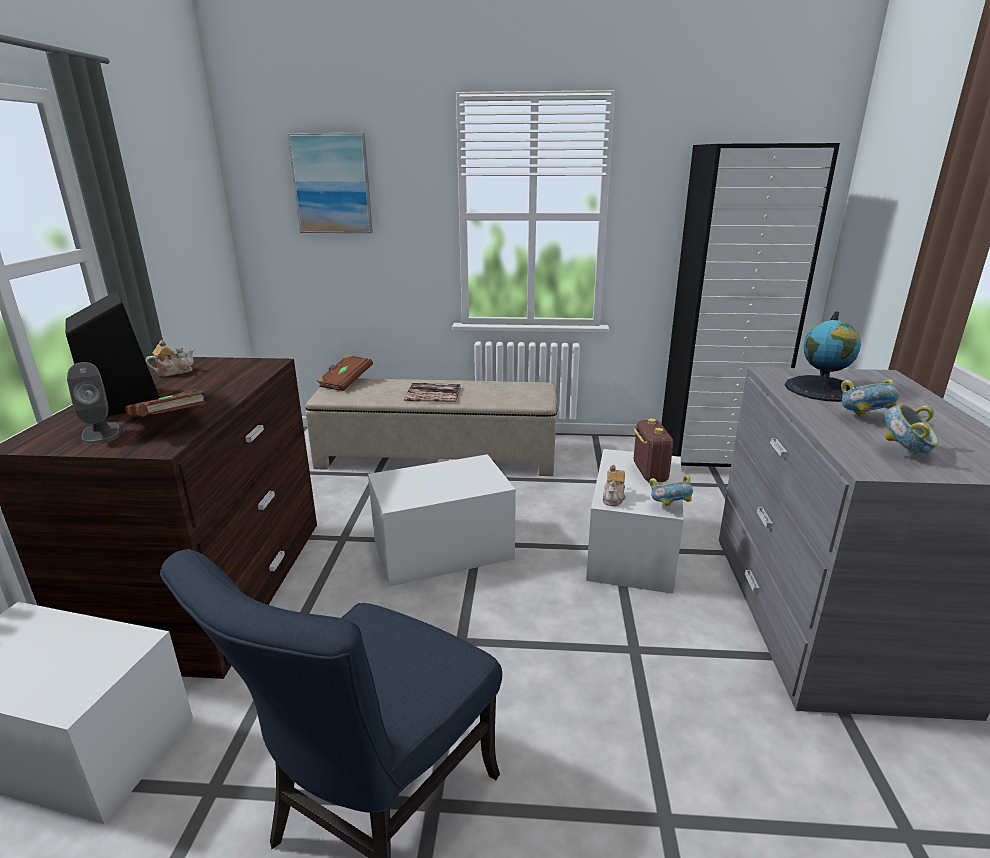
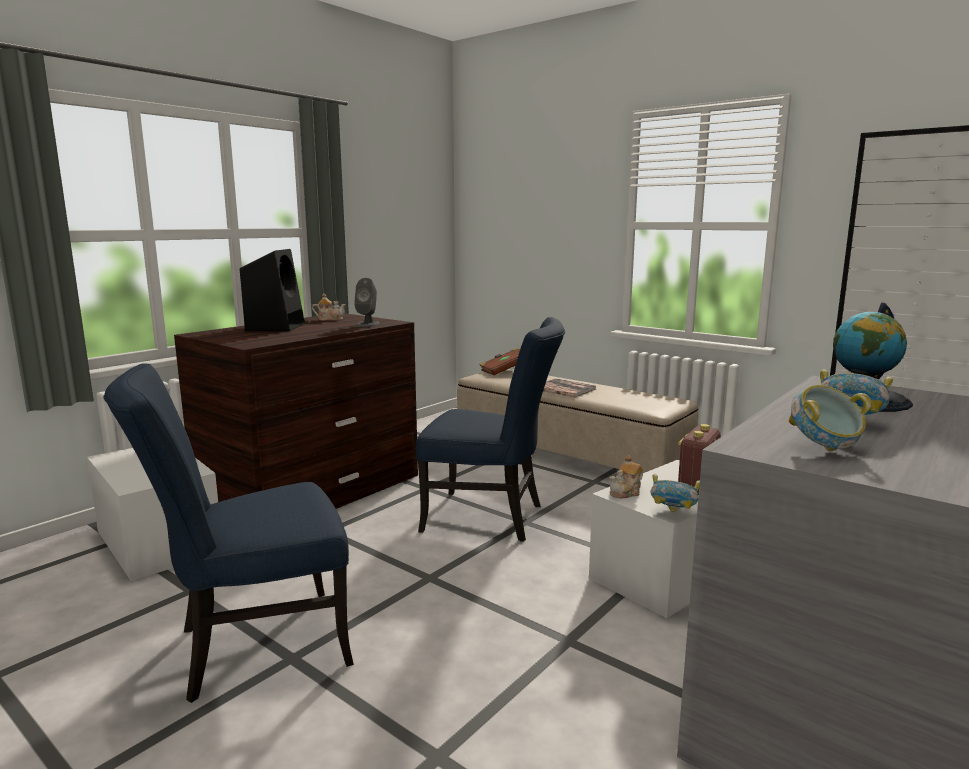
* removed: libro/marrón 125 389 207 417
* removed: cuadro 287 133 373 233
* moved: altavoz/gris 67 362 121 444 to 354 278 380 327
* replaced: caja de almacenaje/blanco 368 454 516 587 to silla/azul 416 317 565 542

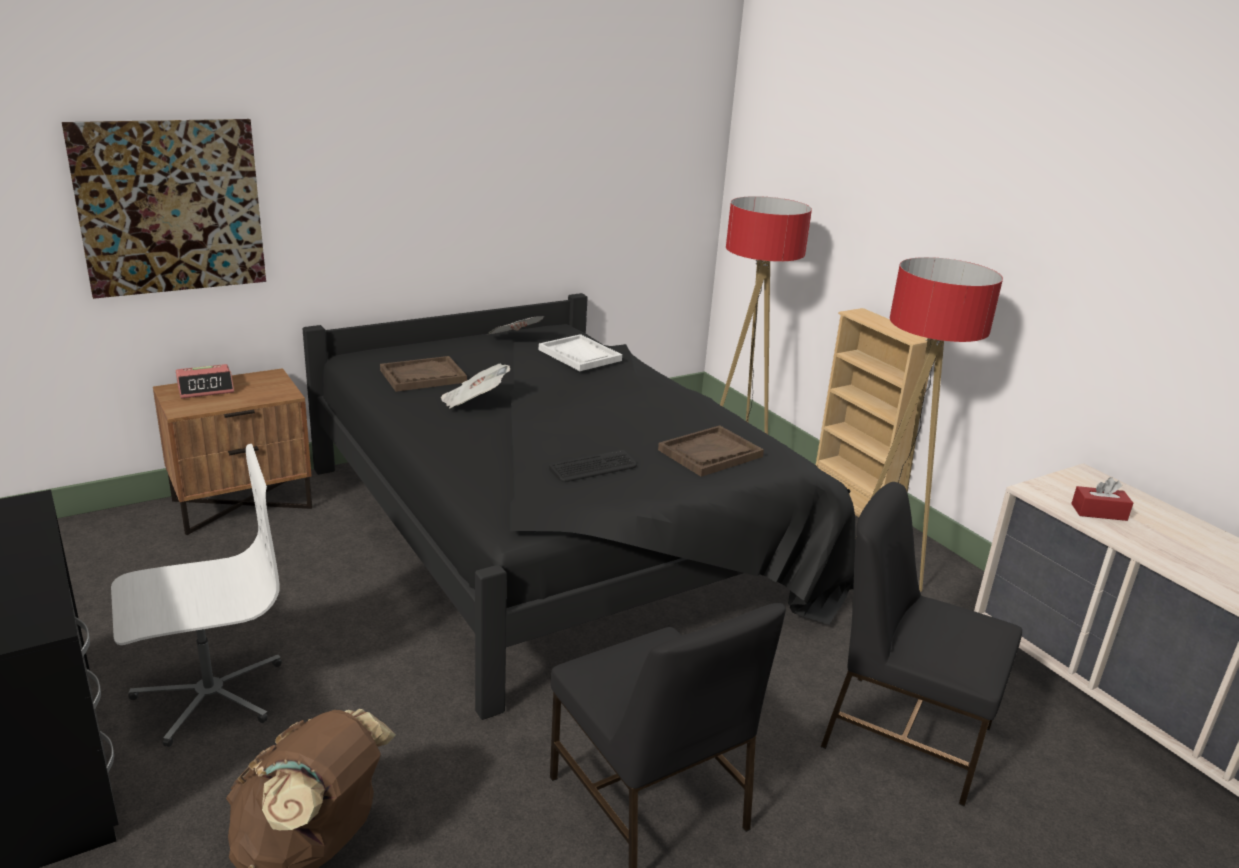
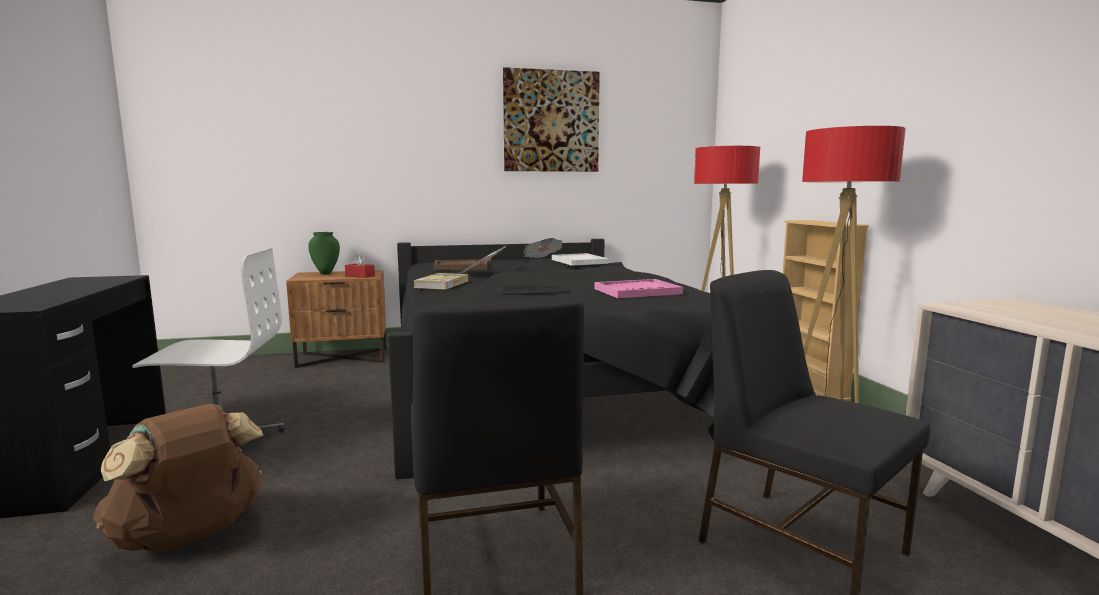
* added: libro 413 273 468 290
* moved: cuadro 62 119 266 299 to 503 67 600 172
* moved: caja de pañuelos/rojo 1071 477 1133 521 to 345 254 375 278
* replaced: despertador 176 364 234 399 to florero/verde 308 232 340 275
* recoloured: bandeja/marrón 658 425 764 477 to bandeja/rosa 594 279 683 298

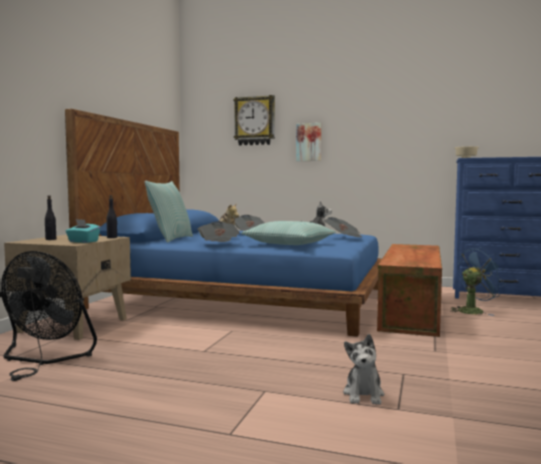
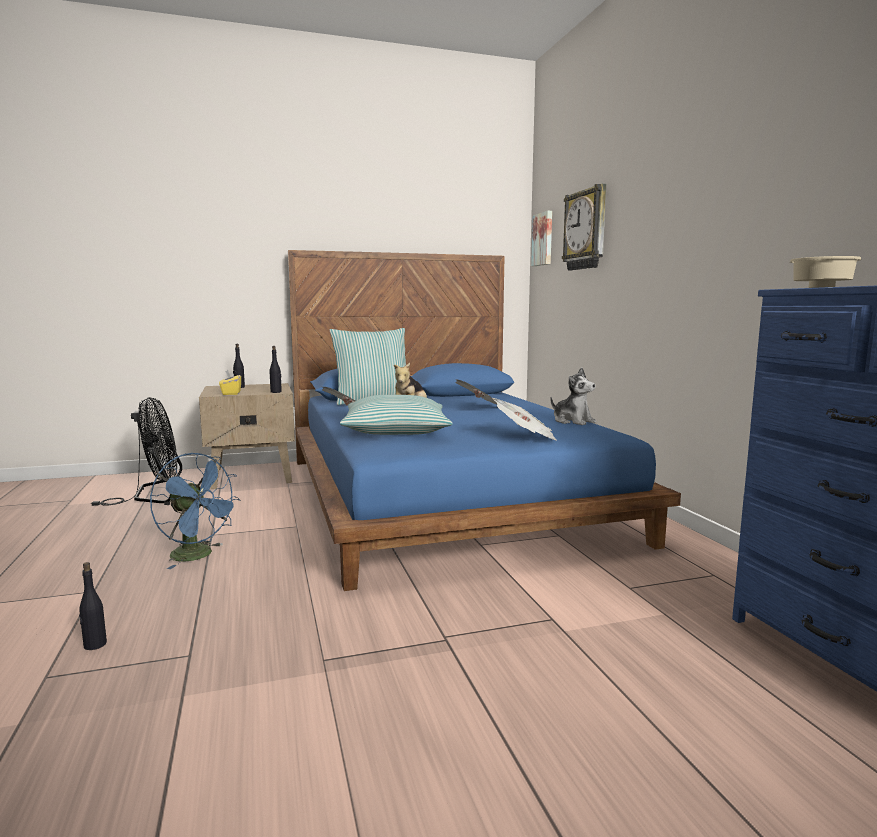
* removed: banco/marrón 377 244 442 337
* moved: cuadro 296 123 321 161 to 531 211 552 266
* moved: ventilador/azul 450 247 506 316 to 150 453 241 569
* replaced: peluche 343 334 384 405 to botella/negro 79 562 107 650
* recoloured: caja de pañuelos/turquesa 66 219 100 243 to caja de pañuelos/amarillo 219 370 241 395

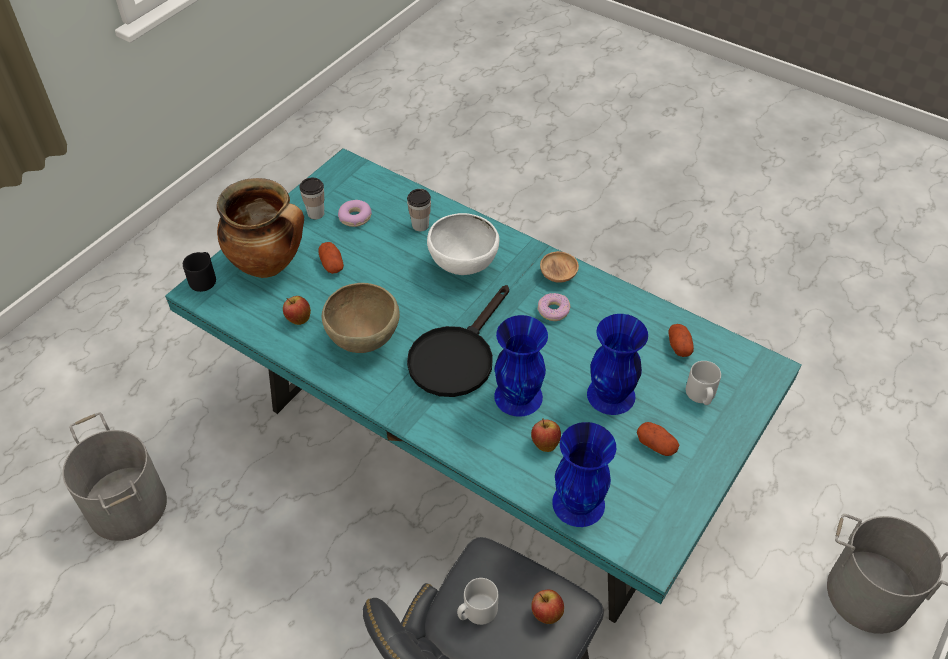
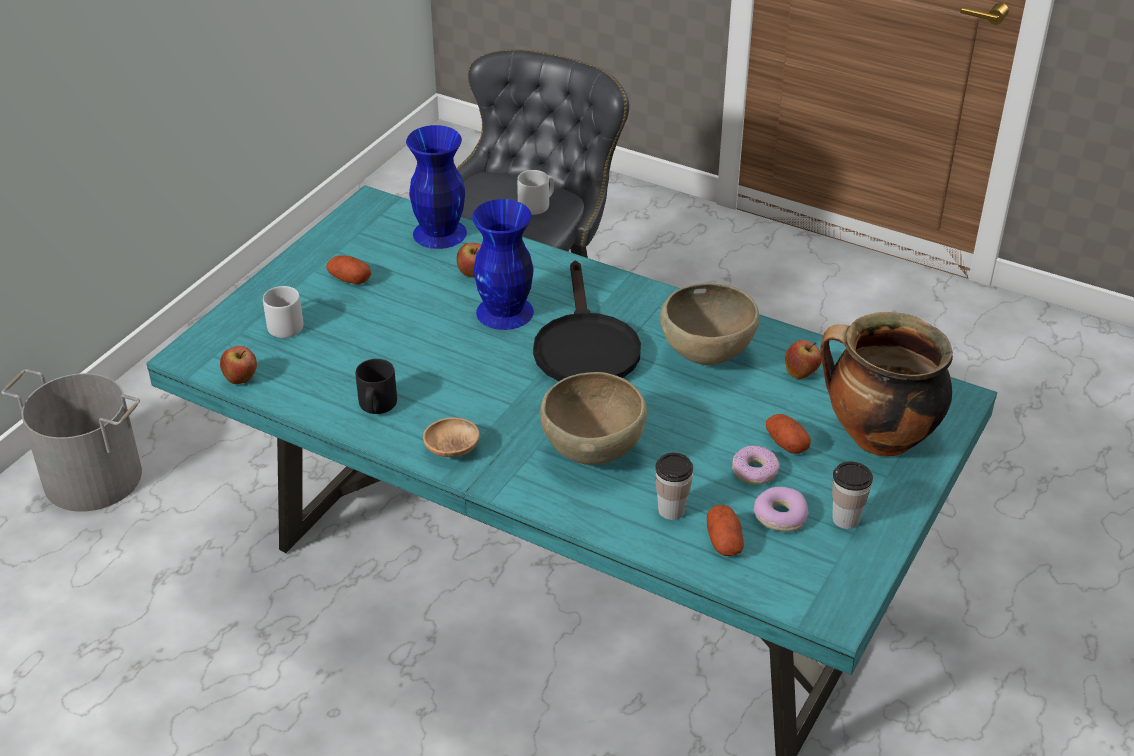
* removed: cubo/gris 62 412 167 541
* removed: florero/azul 587 314 648 415
* moved: taza grande/negro 183 252 216 292 to 356 359 397 414
* moved: manzana 531 590 564 624 to 220 346 257 384
* moved: rosquilla 538 293 570 321 to 732 446 780 484
* moved: patata 669 324 694 357 to 707 505 744 556
* recoloured: cuenco/blanco 427 213 499 275 to cuenco/marrón 540 372 647 465
* turned: sartén/negro 407 285 509 397 = 533 261 641 381 150 degrees clockwise

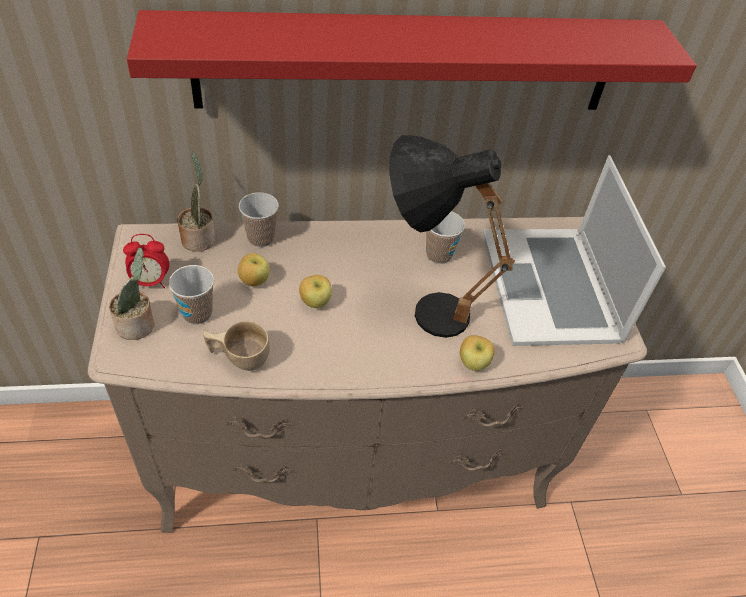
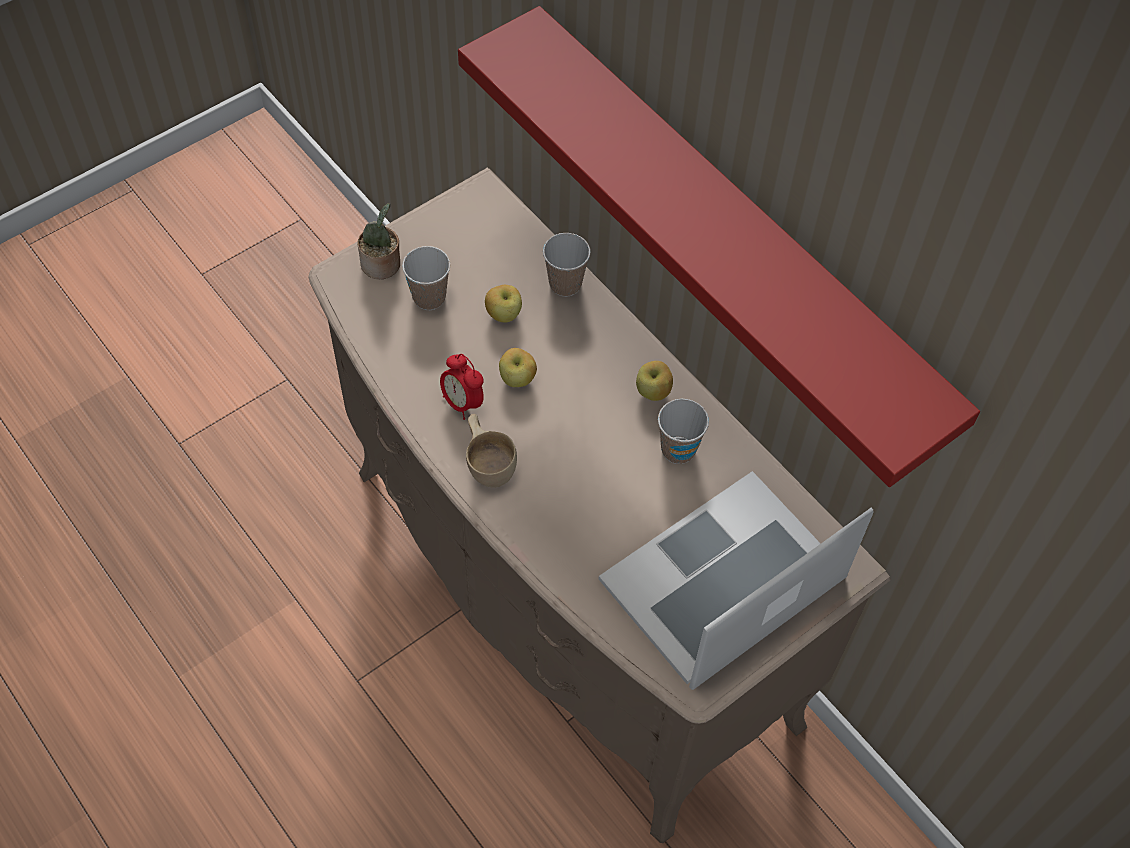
* removed: planta en maceta 177 152 215 252
* removed: lámpara de mesa/negro 389 135 515 338
* moved: despertador 123 234 169 288 to 440 354 484 420
* moved: taza/beis 203 321 270 371 to 466 414 517 488
* moved: manzana 460 335 495 371 to 636 361 673 401

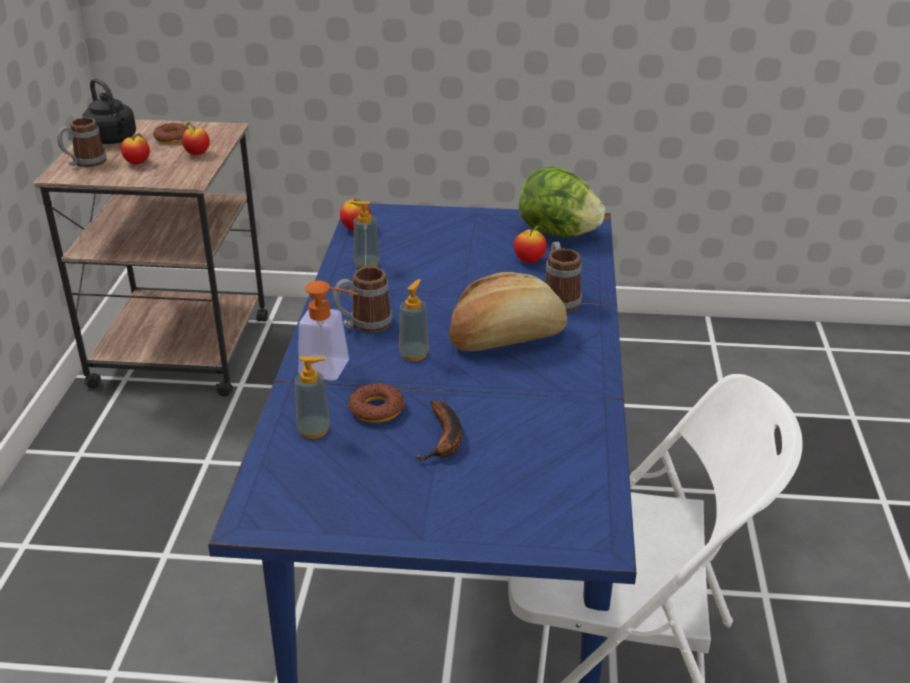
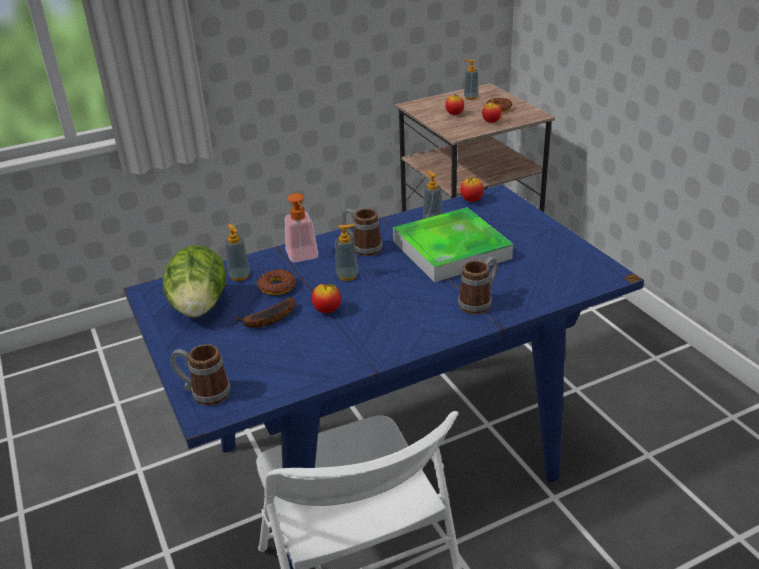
* removed: pan 449 272 567 351
* added: bandeja 393 207 513 282
* moved: taza grande 57 117 106 167 to 170 344 231 405
* moved: manzana 514 225 547 263 to 312 284 341 313
* moved: lechuga 519 166 605 238 to 163 245 226 317
* replaced: hervidor/negro 82 78 136 144 to dispensador de jabón 464 60 479 100

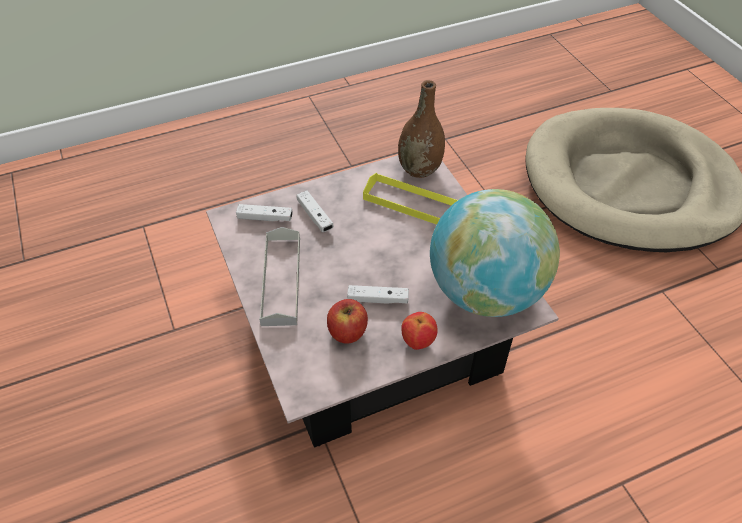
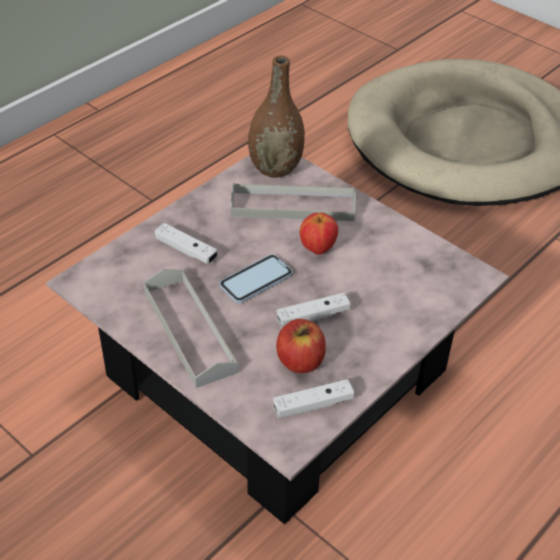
* removed: globo terráqueo 430 189 560 317
* added: móvil 220 254 293 303
* moved: mando de consola/blanco 236 204 293 221 to 273 379 354 418
* moved: manzana 401 312 438 350 to 300 213 338 255
* recoloured: bandeja/amarillo 363 173 458 225 to bandeja/gris 231 183 356 221

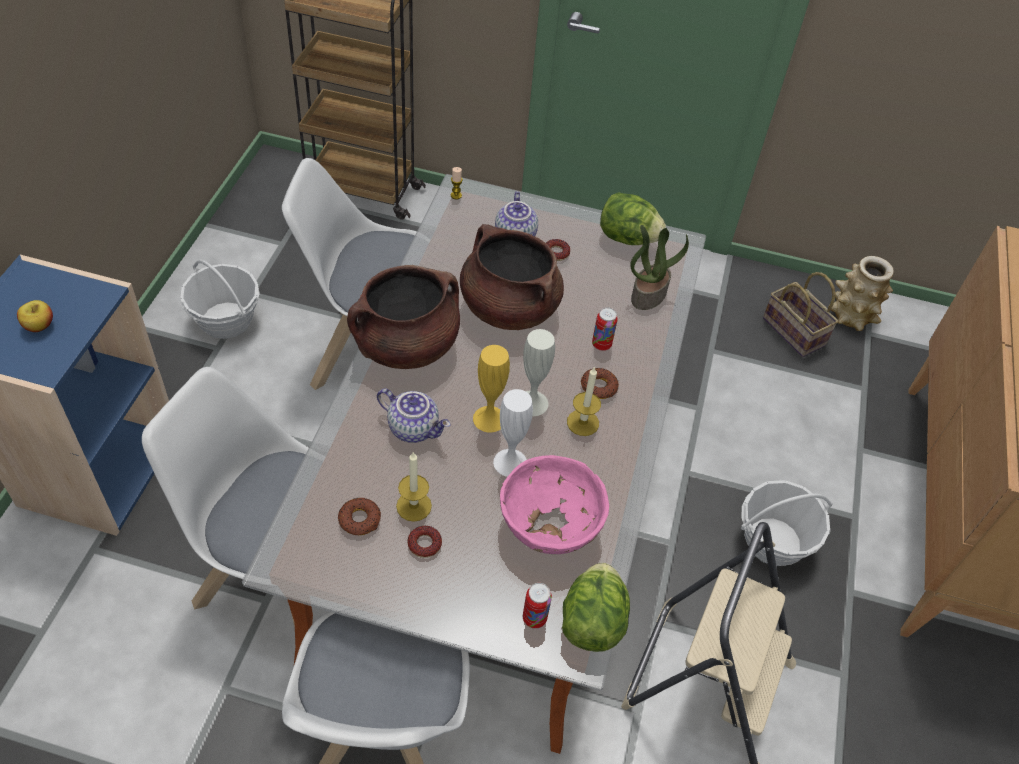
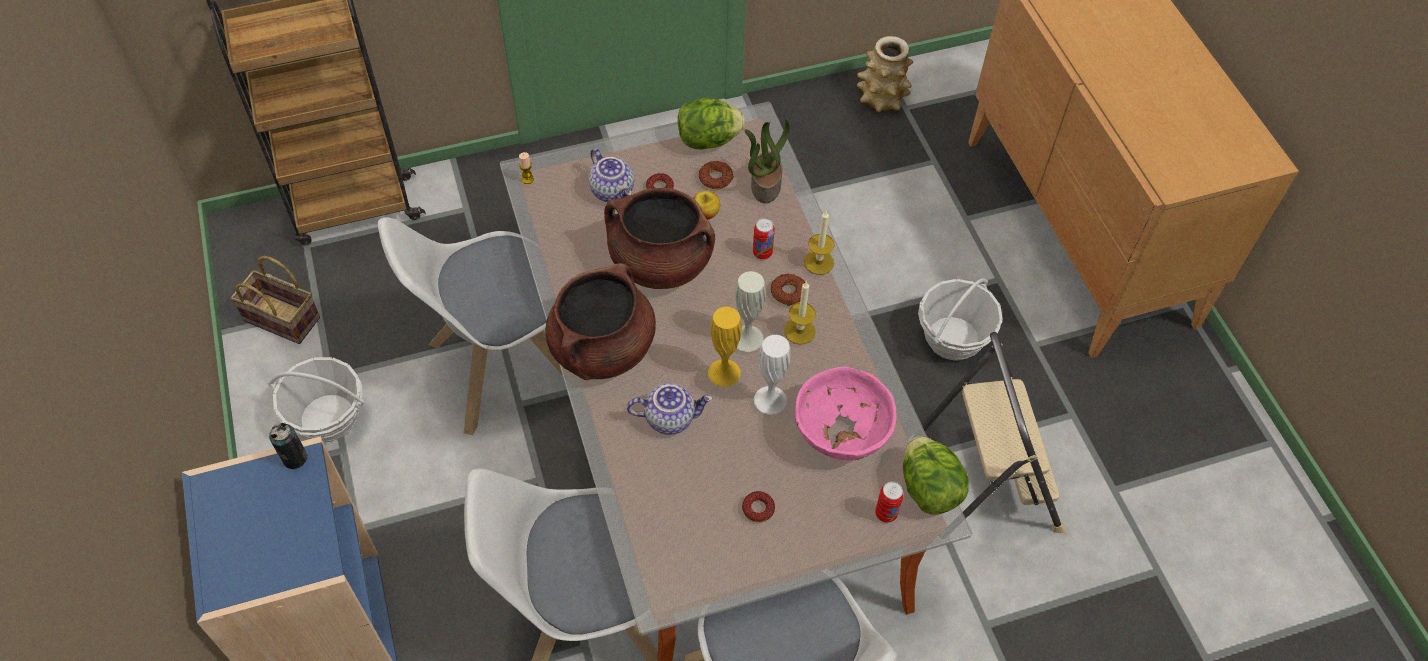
* added: lata 269 423 308 469
* moved: manzana 17 300 53 332 to 694 191 720 220
* moved: rosquilla 338 498 381 535 to 699 161 734 189
* moved: vela 396 453 432 522 to 804 211 835 275
* moved: cesta 763 272 838 357 to 231 256 320 344

